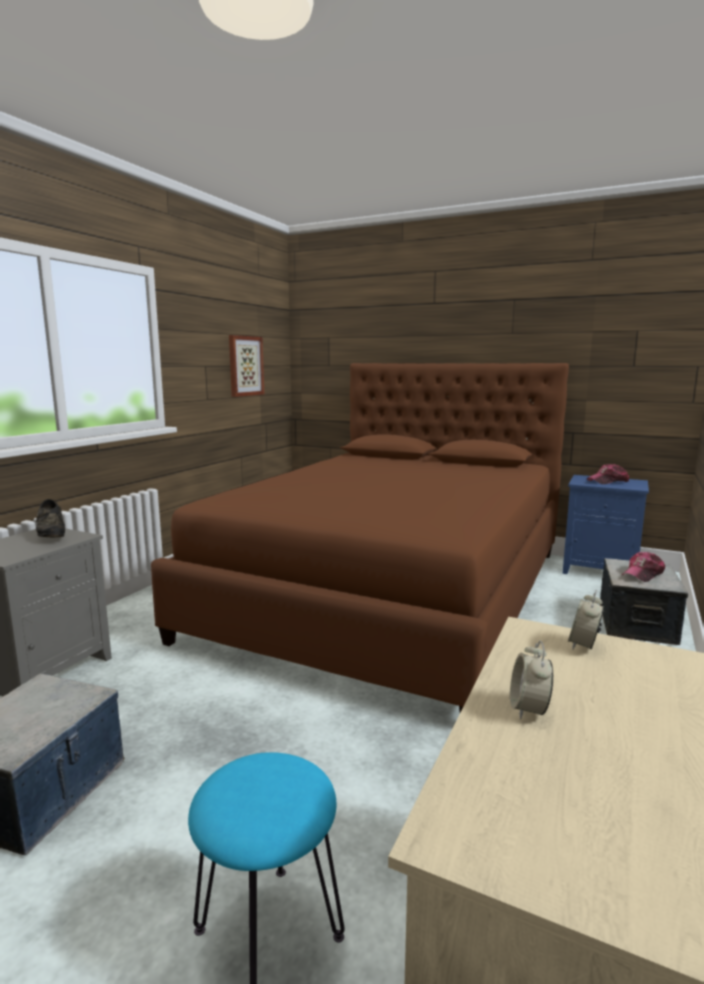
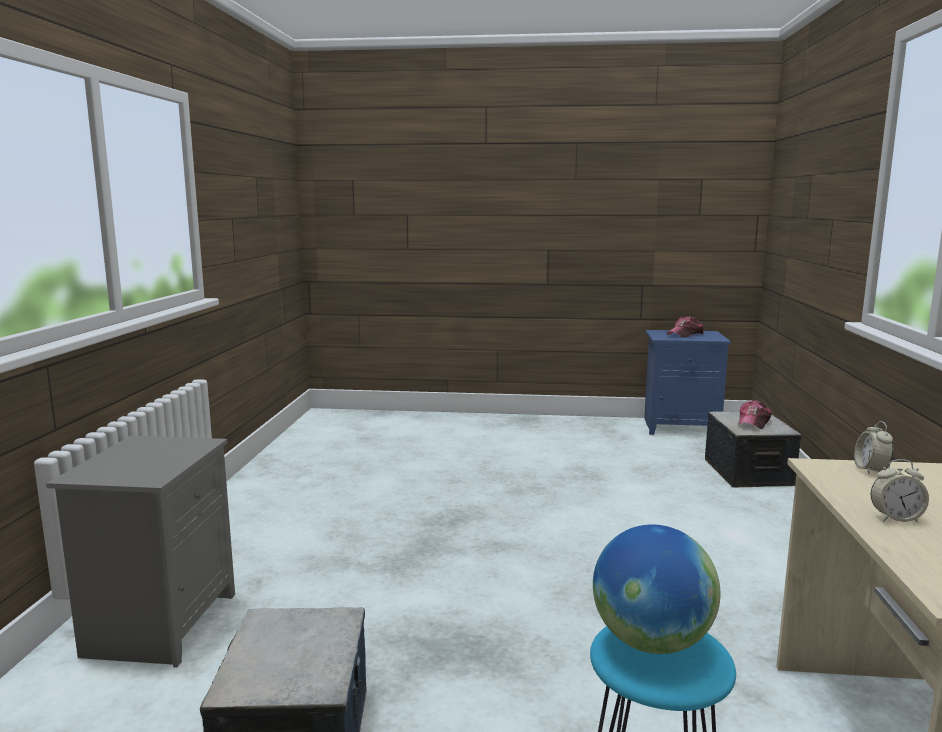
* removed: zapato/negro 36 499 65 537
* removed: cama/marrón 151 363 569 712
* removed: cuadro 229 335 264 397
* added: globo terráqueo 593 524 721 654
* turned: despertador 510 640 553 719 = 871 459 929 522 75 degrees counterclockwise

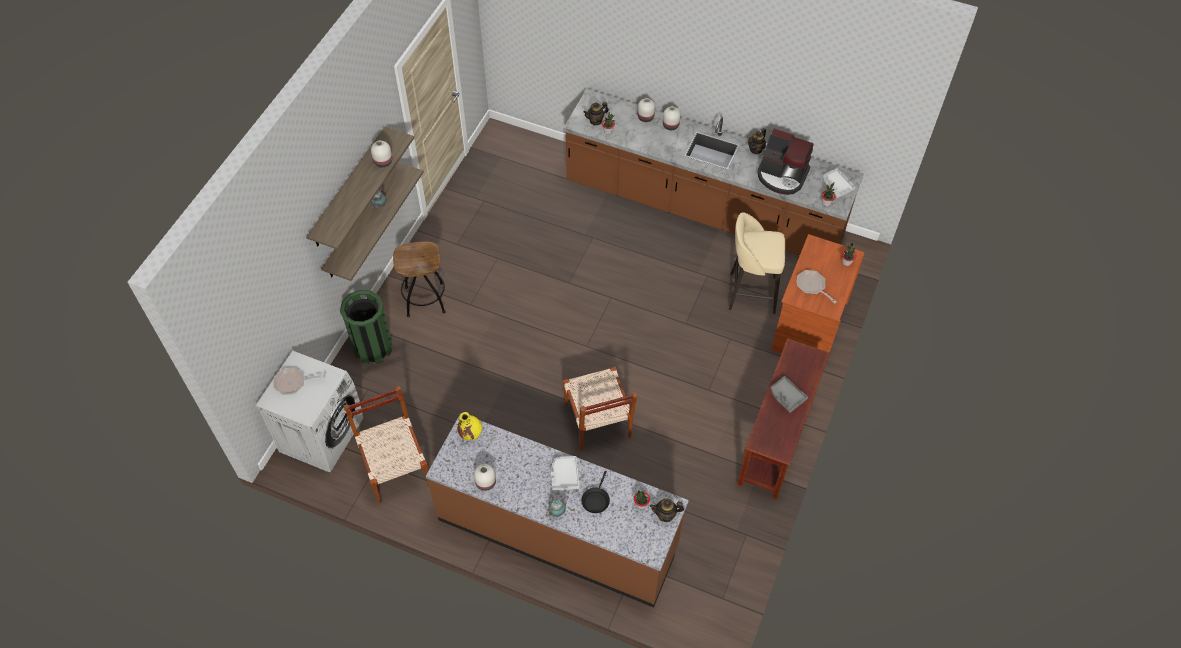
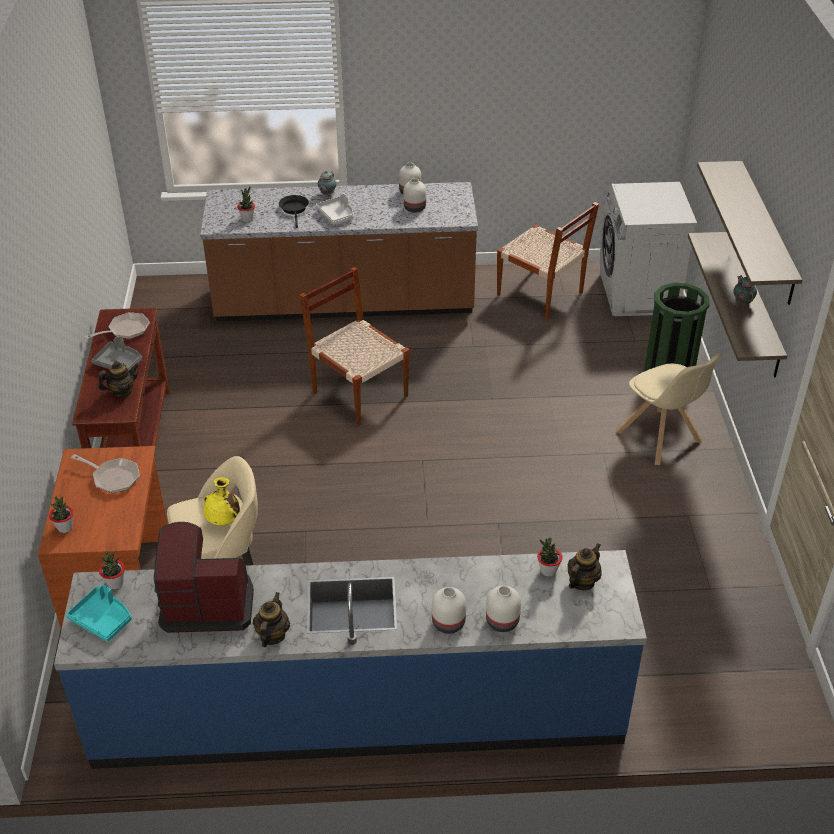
* moved: sartén 273 368 326 395 to 84 312 150 339
* moved: florero/blanco 371 140 392 167 to 403 178 426 213
* moved: florero/amarillo 457 412 482 440 to 203 477 240 526
* moved: tetera 650 499 684 522 to 98 361 139 397
* replaced: taburete/marrón 393 242 445 317 to silla/beis 616 352 723 465
* recoloured: mueble bajo de cocina/marrón 563 89 864 255 to mueble bajo de cocina/azul 54 550 647 769
* recoloured: bandeja/gris 823 168 855 198 to bandeja/turquesa 66 584 132 642

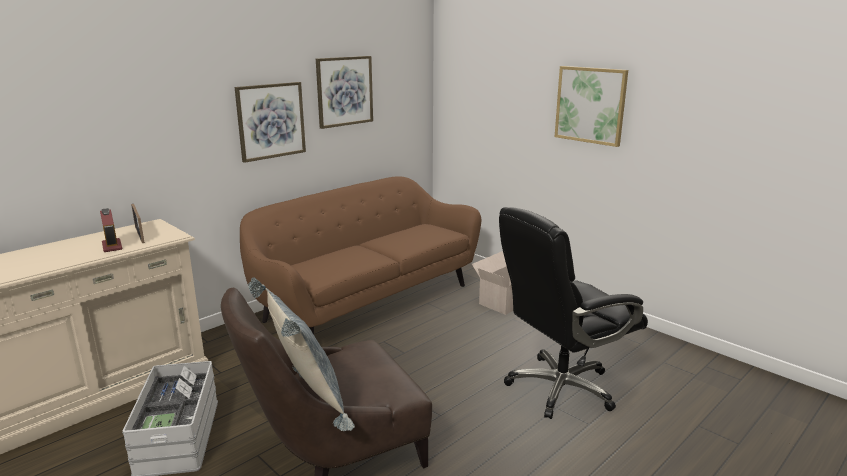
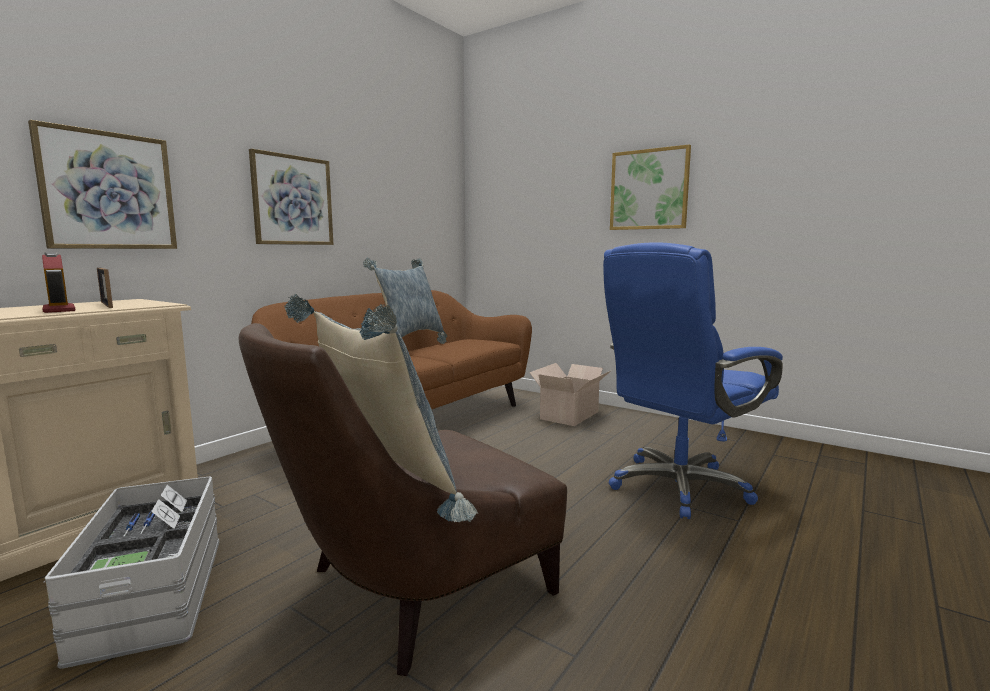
* added: cojín 363 258 447 344
* moved: cuadro 316 56 373 129 to 28 120 177 249
* recoloured: silla de oficina/negro 499 207 648 419 to silla de oficina/azul 603 242 783 519

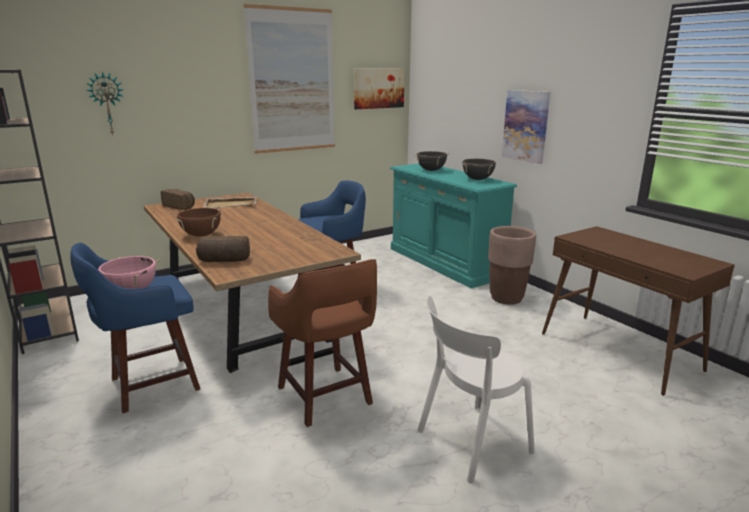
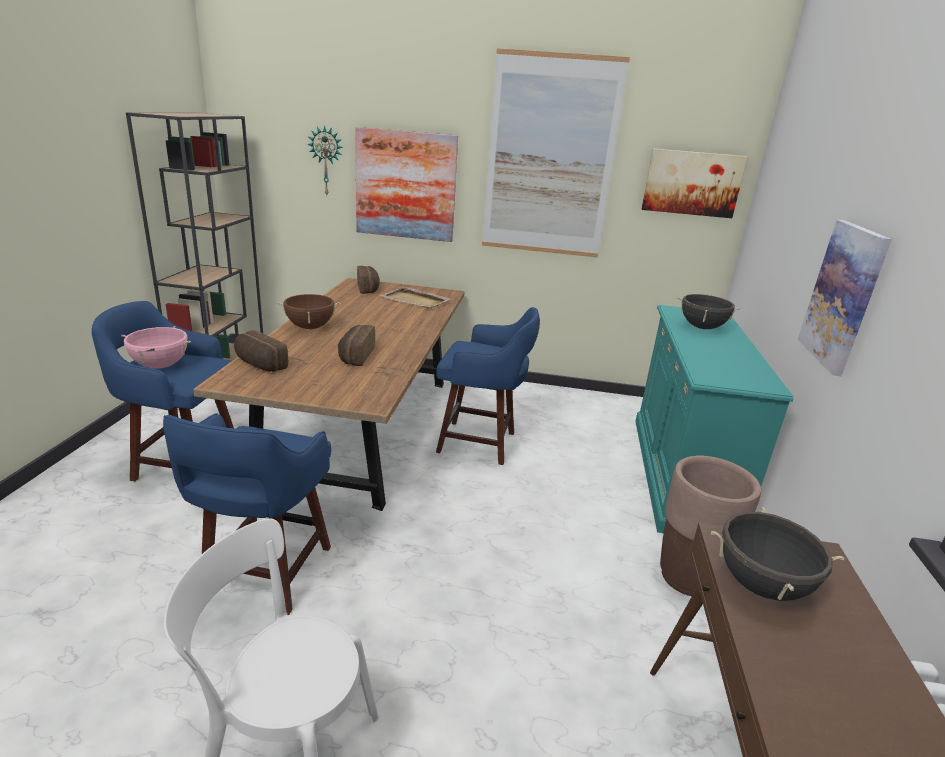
* added: pan 338 325 375 366
* added: cuadro 355 127 458 242
* moved: olla/negro 462 159 496 180 to 711 507 844 601
* recoloured: taburete/marrón 268 259 377 427 to taburete/azul 163 413 331 615

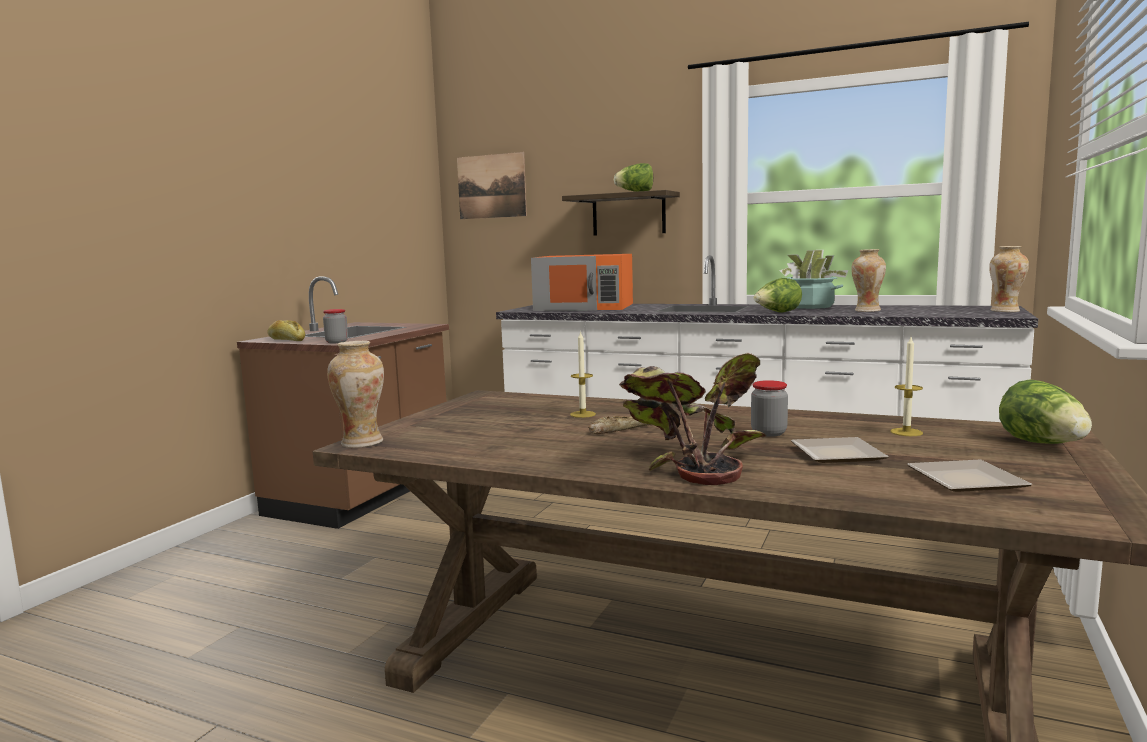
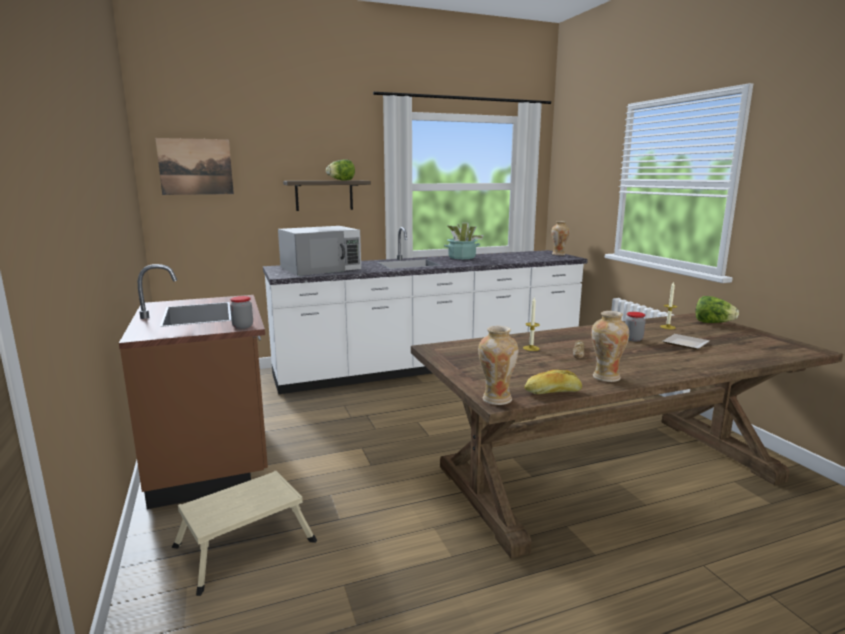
* removed: planta en maceta 619 353 766 485
* removed: lechuga 753 278 802 313
* removed: plato 907 460 1032 492
* added: escalera de tijera/beis 172 471 317 596
* moved: pan 267 320 305 341 to 524 370 582 394
* moved: florero 851 249 886 312 to 591 311 629 382
* recoloured: microondas/naranja 531 254 633 311 to microondas/blanco 278 226 361 276

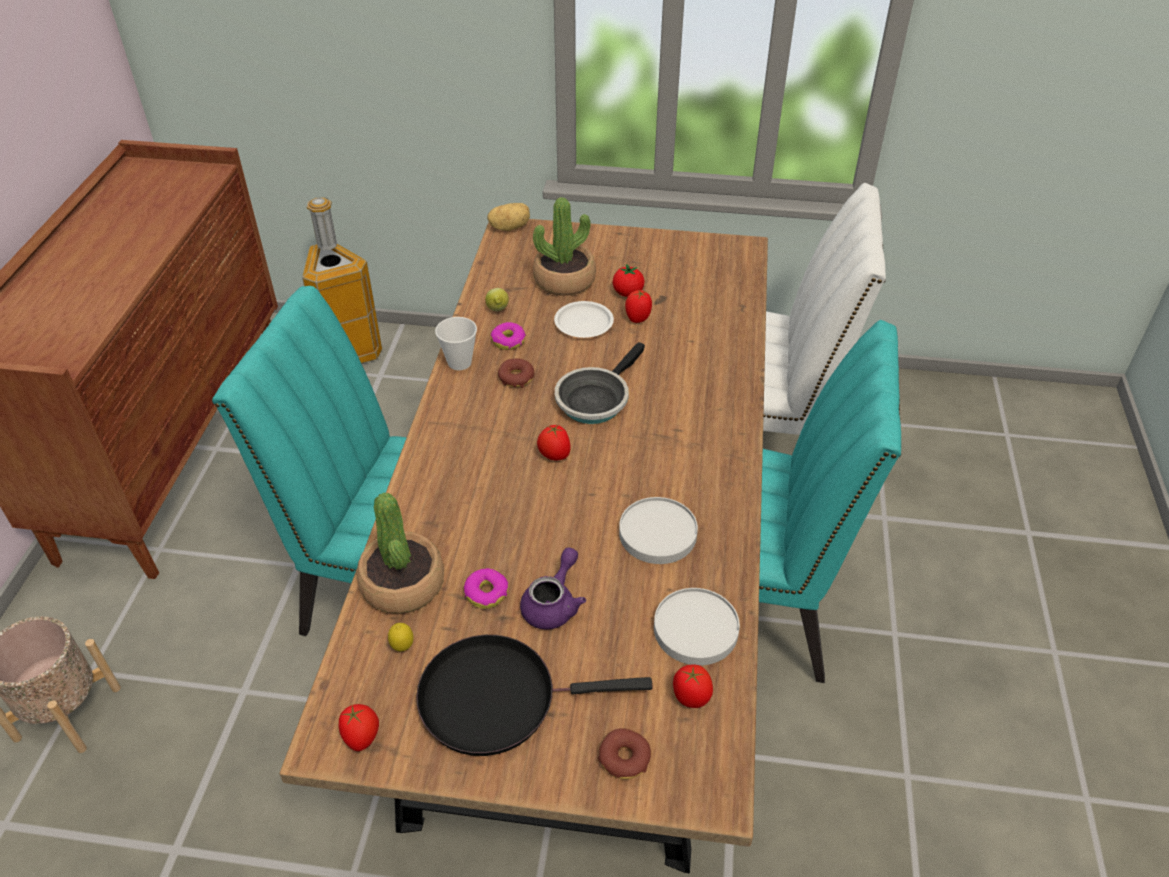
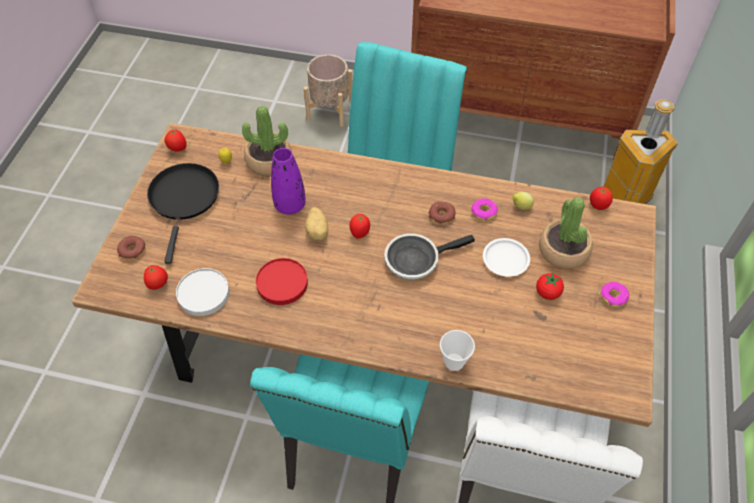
* removed: tetera/morado 520 548 586 630
* added: florero/morado 271 148 306 214
* moved: taza 435 317 477 370 to 440 330 475 371
* moved: rosquilla 464 568 508 609 to 600 282 629 308
* moved: patata 487 203 530 231 to 305 207 328 240
* moved: tomate 625 290 652 323 to 590 187 613 210
* recoloured: plato/blanco 619 497 698 564 to plato/rojo 256 258 308 305
* turned: sartén 555 342 645 424 = 384 233 475 280 60 degrees counterclockwise

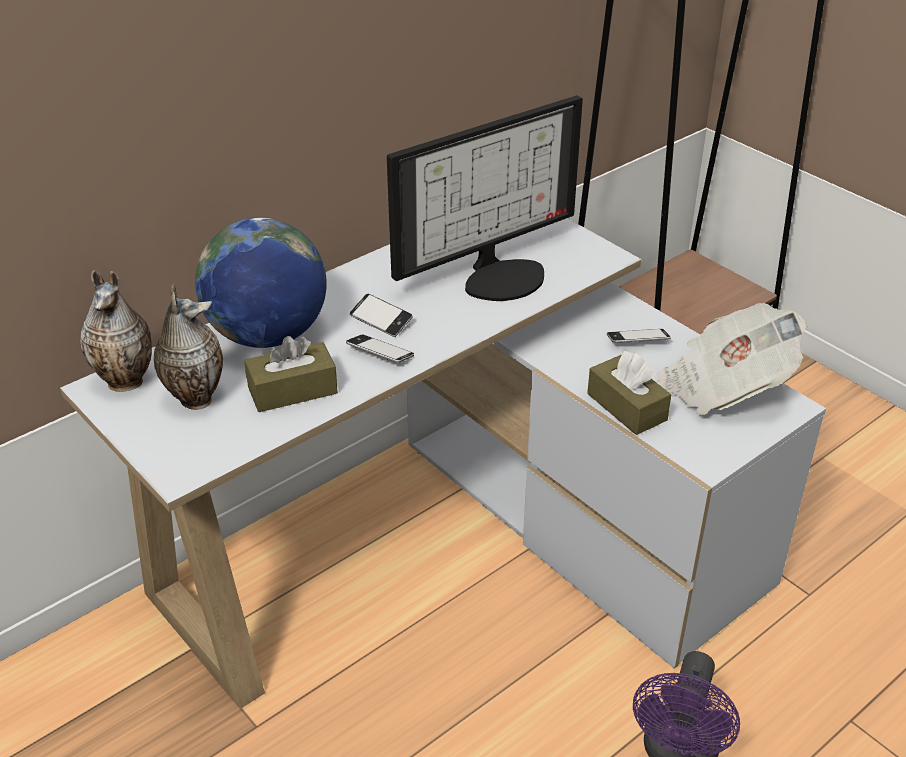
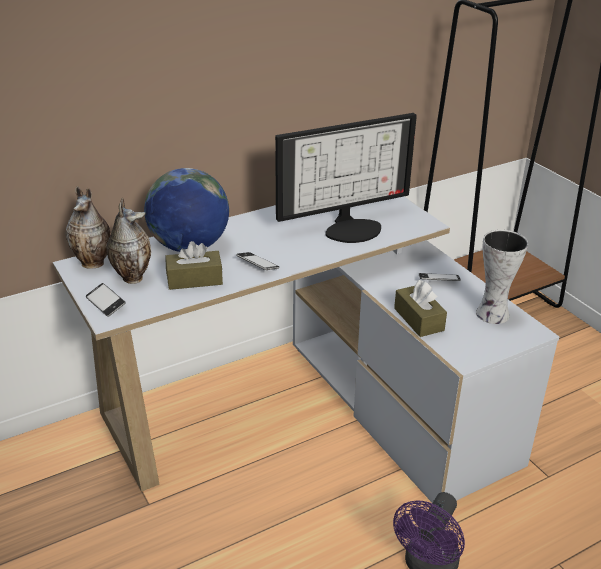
* moved: móvil 350 294 413 337 to 86 283 126 317
* replaced: periódico 657 303 807 415 to florero 476 230 528 324

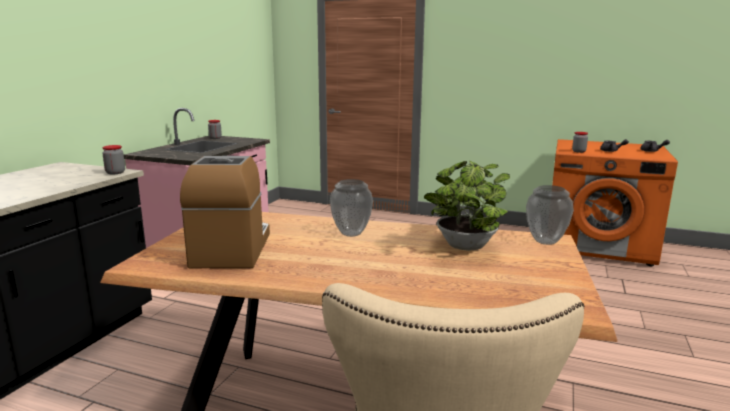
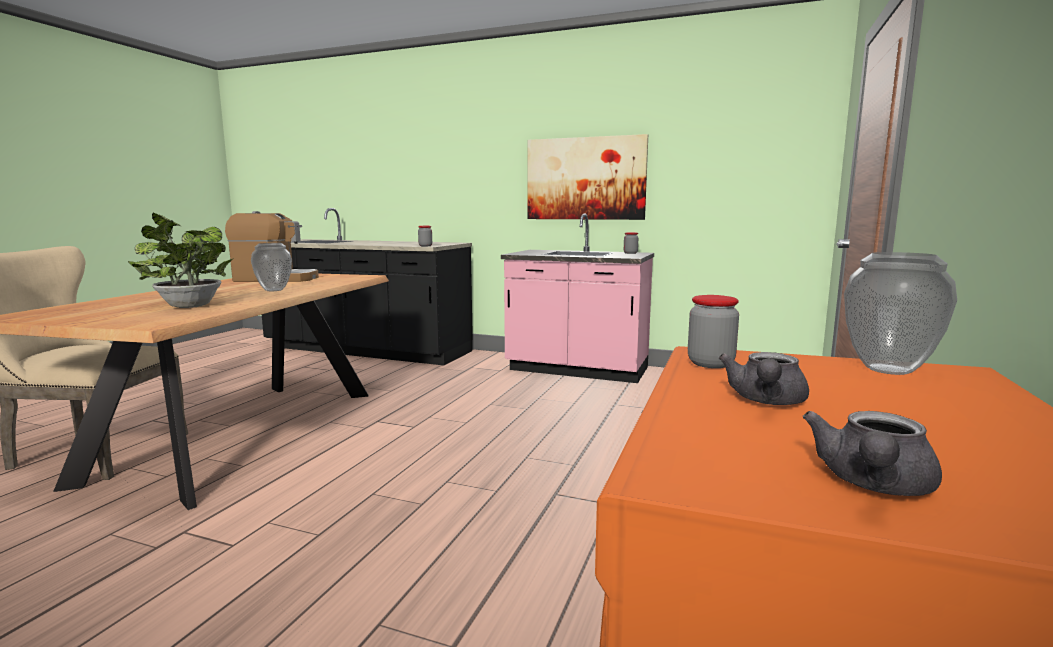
* added: cuadro 528 134 648 220
* moved: florero 526 185 574 245 to 844 252 957 375

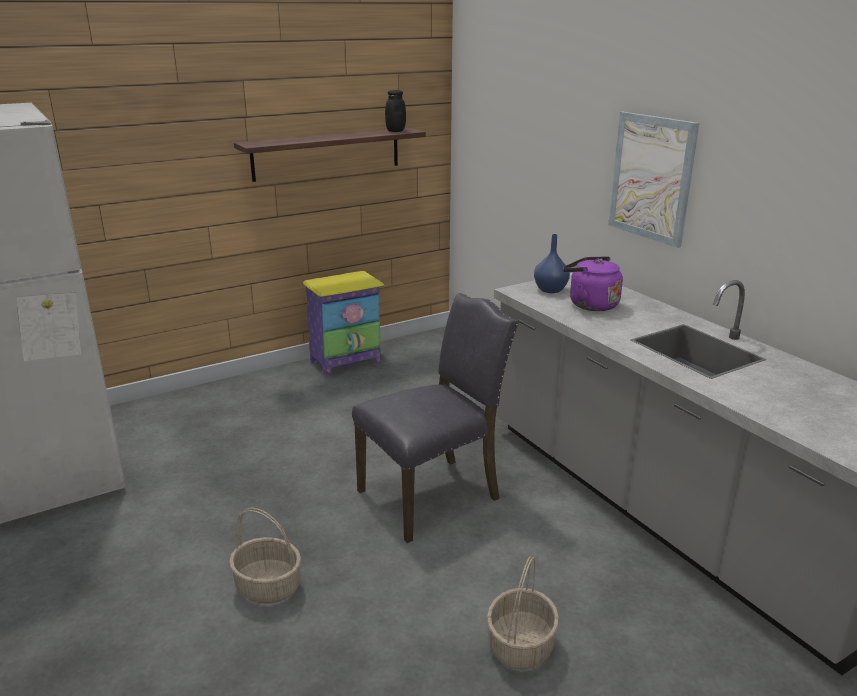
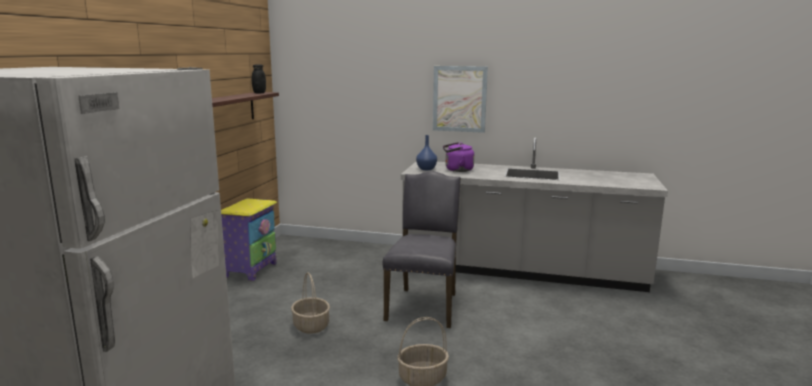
* moved: cesta 487 557 559 670 to 291 272 330 334

